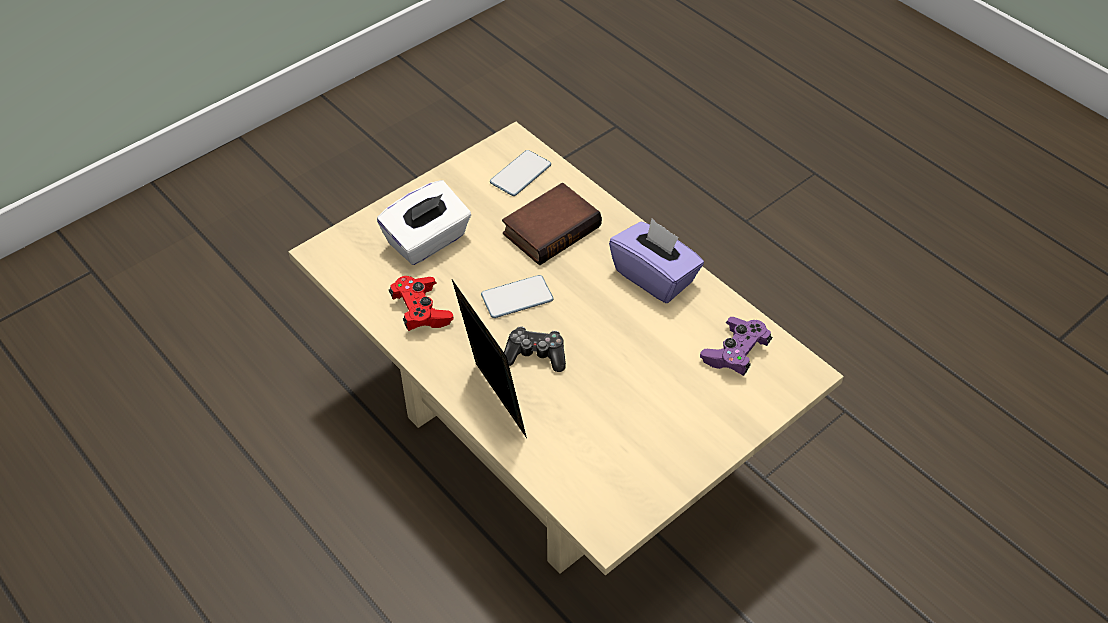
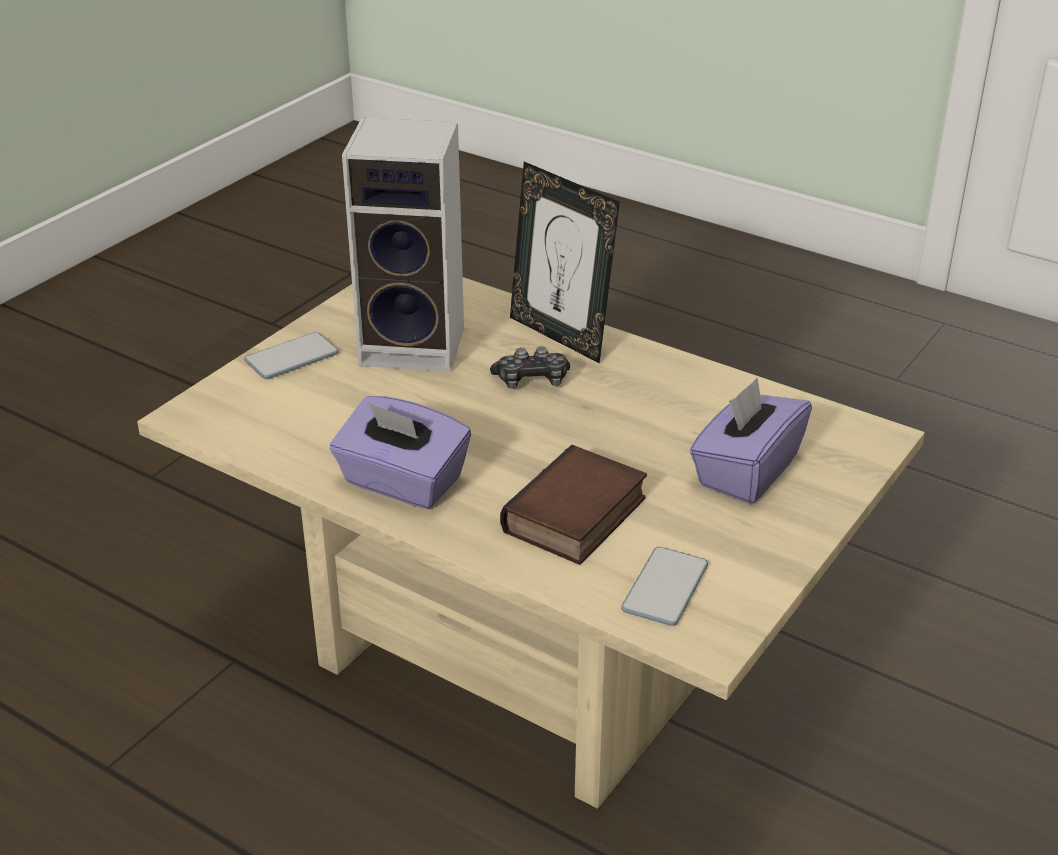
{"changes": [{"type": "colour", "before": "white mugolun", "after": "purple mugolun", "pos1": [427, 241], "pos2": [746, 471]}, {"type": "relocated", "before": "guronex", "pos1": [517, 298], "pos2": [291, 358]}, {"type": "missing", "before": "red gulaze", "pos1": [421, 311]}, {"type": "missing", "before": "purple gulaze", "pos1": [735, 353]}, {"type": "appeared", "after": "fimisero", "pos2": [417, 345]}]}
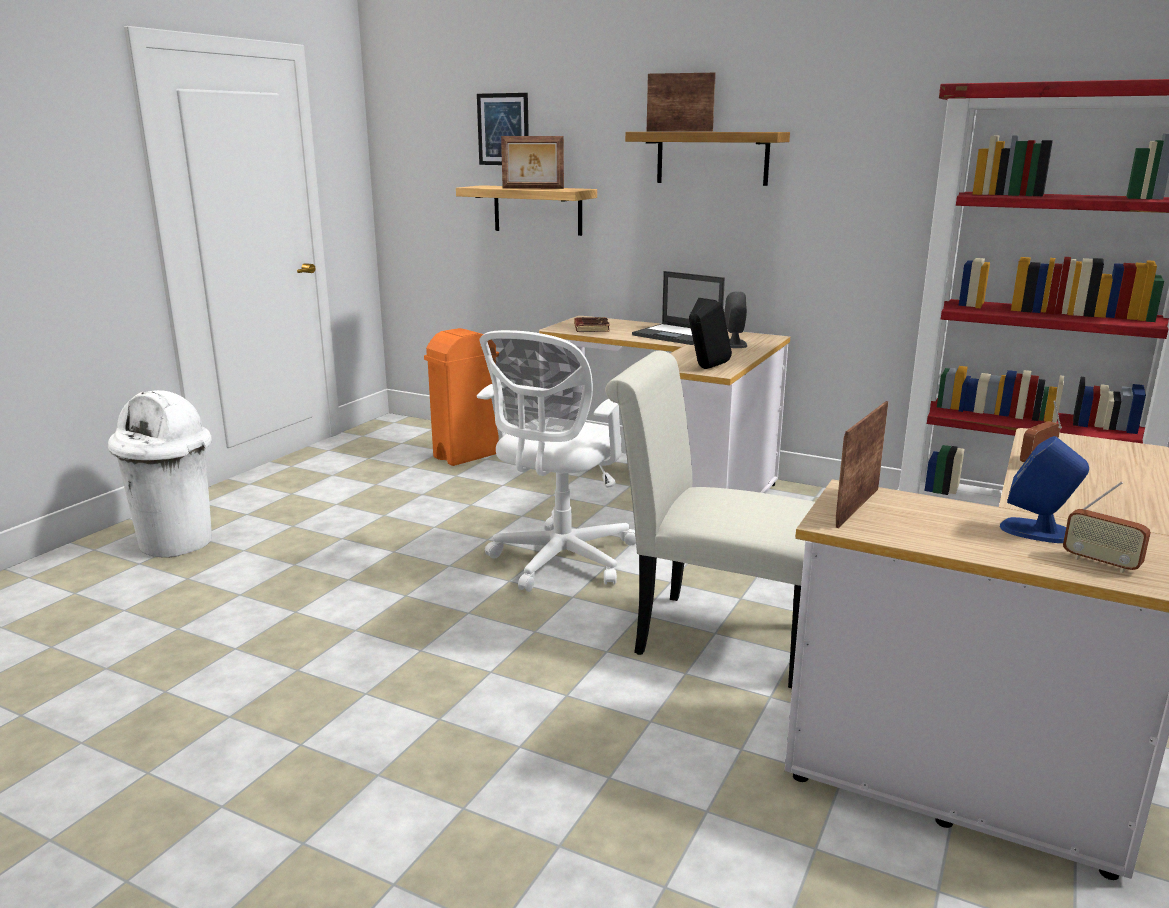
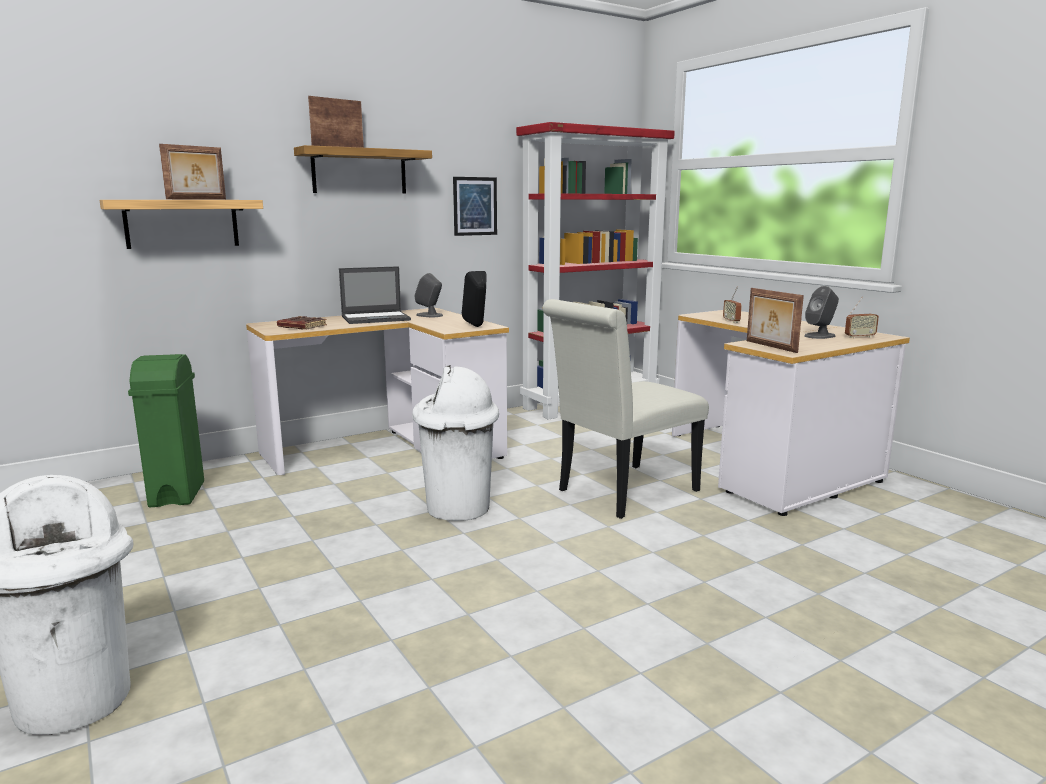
{"changes": [{"type": "relocated", "before": "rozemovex", "pos1": [503, 129], "pos2": [475, 206]}, {"type": "colour", "before": "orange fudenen", "after": "green fudenen", "pos1": [465, 456], "pos2": [176, 494]}, {"type": "exchanged", "before": "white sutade", "after": "white fudenen", "pos1": [559, 562], "pos2": [458, 509]}, {"type": "colour", "before": "blue fimisero", "after": "grey fimisero", "pos1": [1037, 531], "pos2": [820, 336]}]}
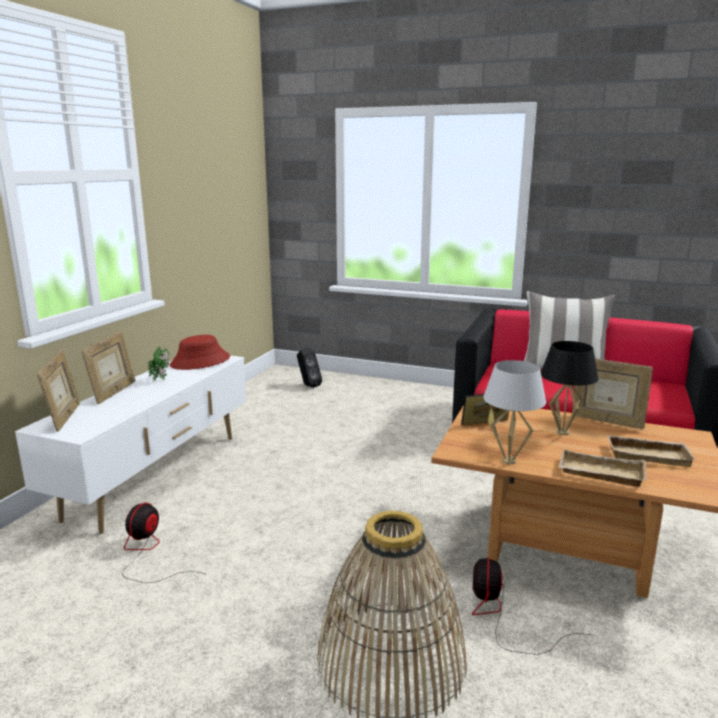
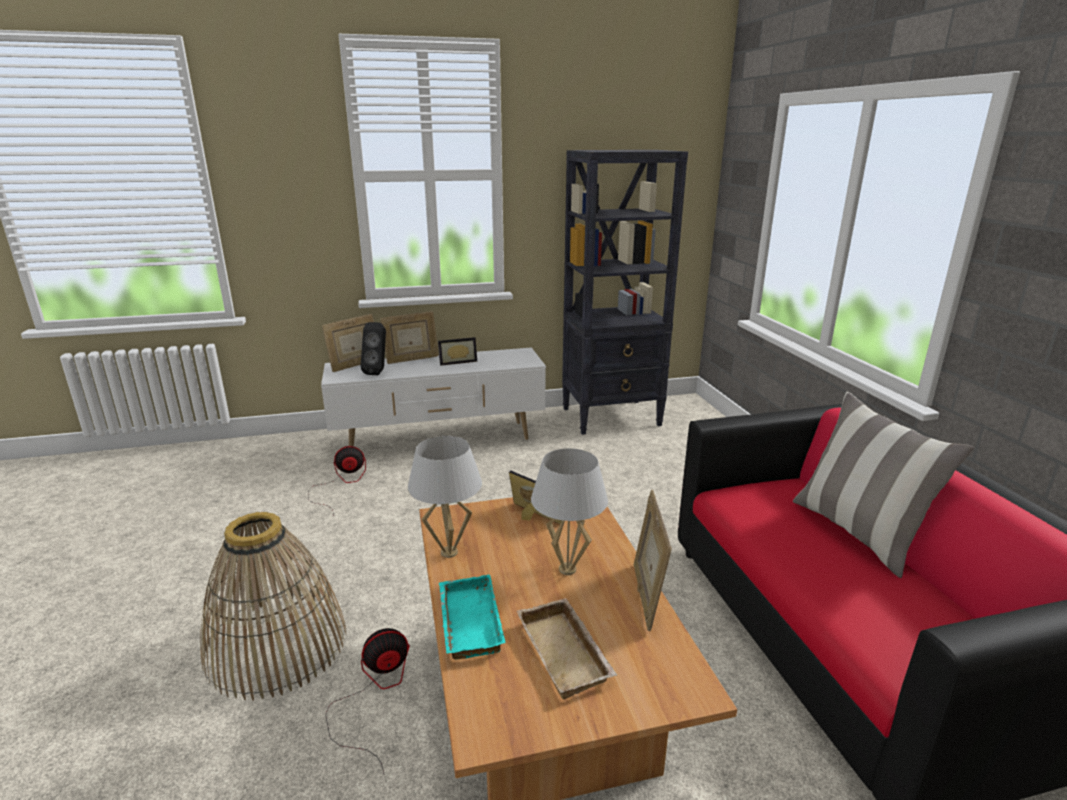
{"changes": [{"type": "missing", "before": "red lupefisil", "pos1": [200, 362]}, {"type": "colour", "before": "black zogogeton", "after": "white zogogeton", "pos1": [562, 432], "pos2": [567, 569]}, {"type": "exchanged", "before": "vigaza", "after": "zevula", "pos1": [163, 379], "pos2": [457, 361]}, {"type": "relocated", "before": "black fimisero", "pos1": [308, 385], "pos2": [378, 372]}, {"type": "colour", "before": "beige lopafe", "after": "turquoise lopafe", "pos1": [599, 474], "pos2": [467, 621]}, {"type": "appeared", "after": "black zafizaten", "pos2": [612, 417]}]}
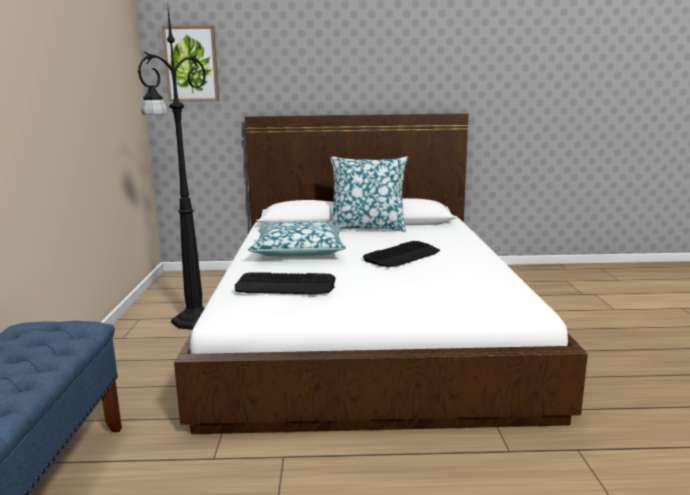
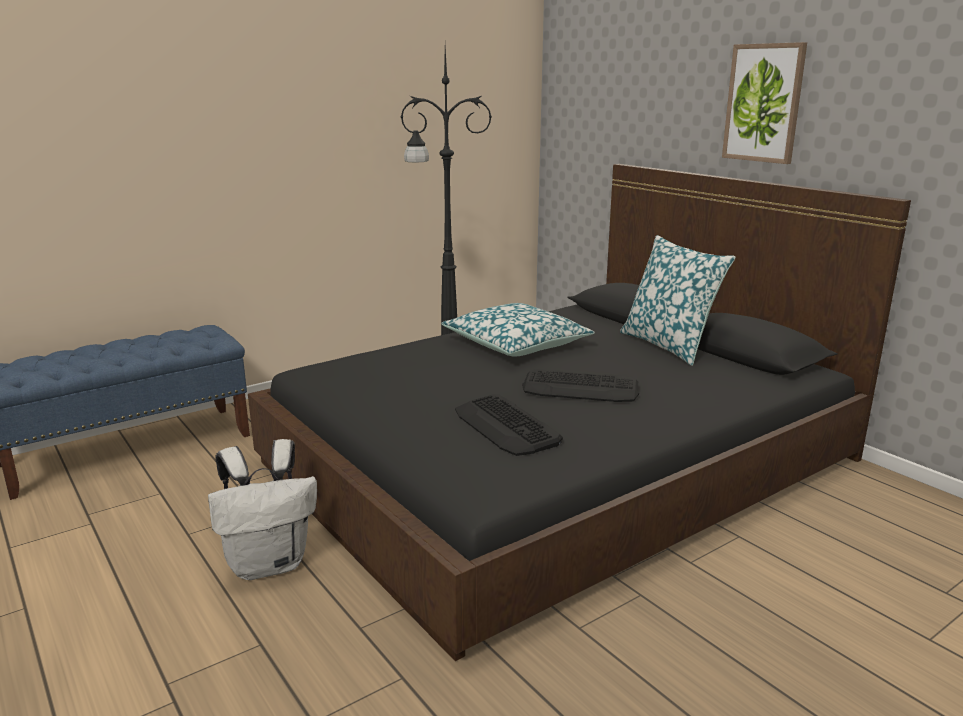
{"changes": [{"type": "relocated", "before": "rozemovex", "pos1": [191, 64], "pos2": [764, 103]}, {"type": "colour", "before": "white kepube", "after": "black kepube", "pos1": [366, 323], "pos2": [560, 460]}, {"type": "relocated", "before": "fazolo", "pos1": [285, 285], "pos2": [506, 426]}, {"type": "appeared", "after": "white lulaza", "pos2": [269, 563]}]}
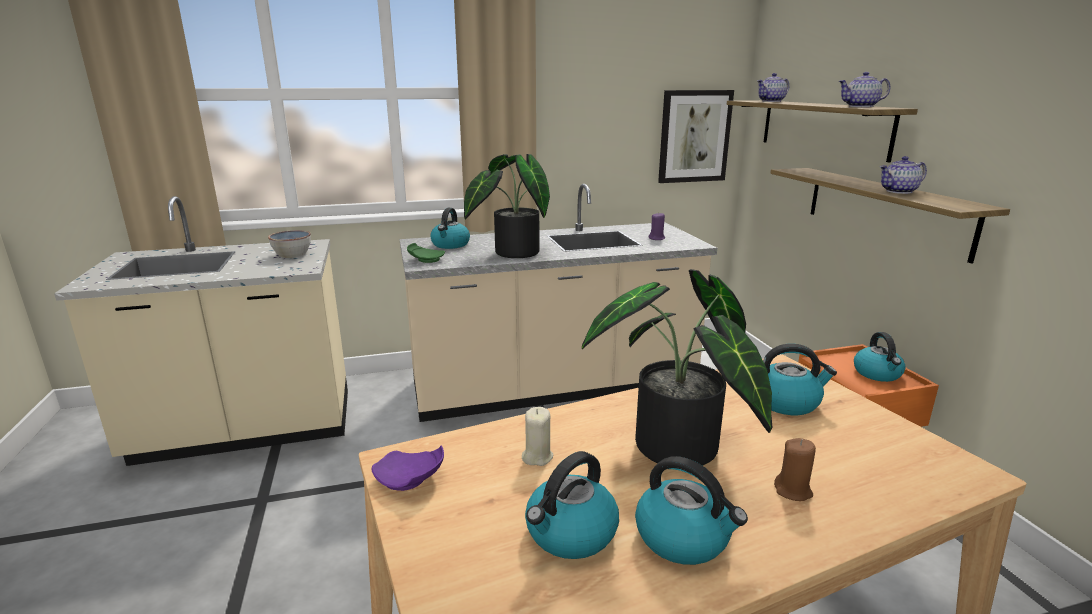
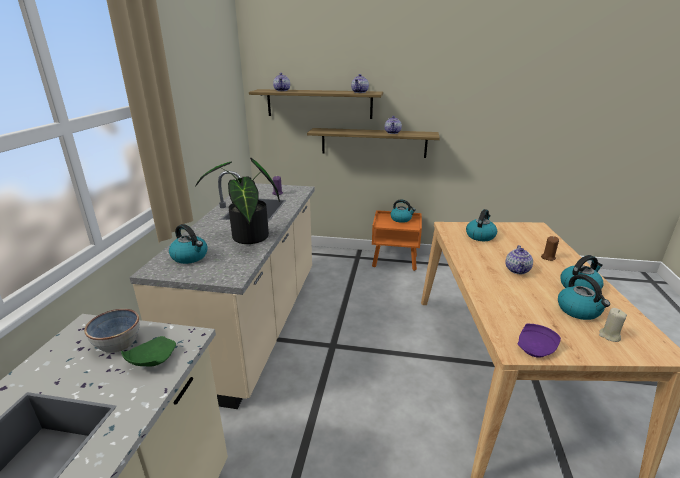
{"changes": [{"type": "missing", "before": "rozemovex", "pos1": [694, 136]}, {"type": "relocated", "before": "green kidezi", "pos1": [426, 260], "pos2": [151, 360]}, {"type": "exchanged", "before": "vigaza", "after": "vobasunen", "pos1": [677, 452], "pos2": [518, 270]}, {"type": "relocated", "before": "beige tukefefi", "pos1": [537, 456], "pos2": [609, 336]}]}
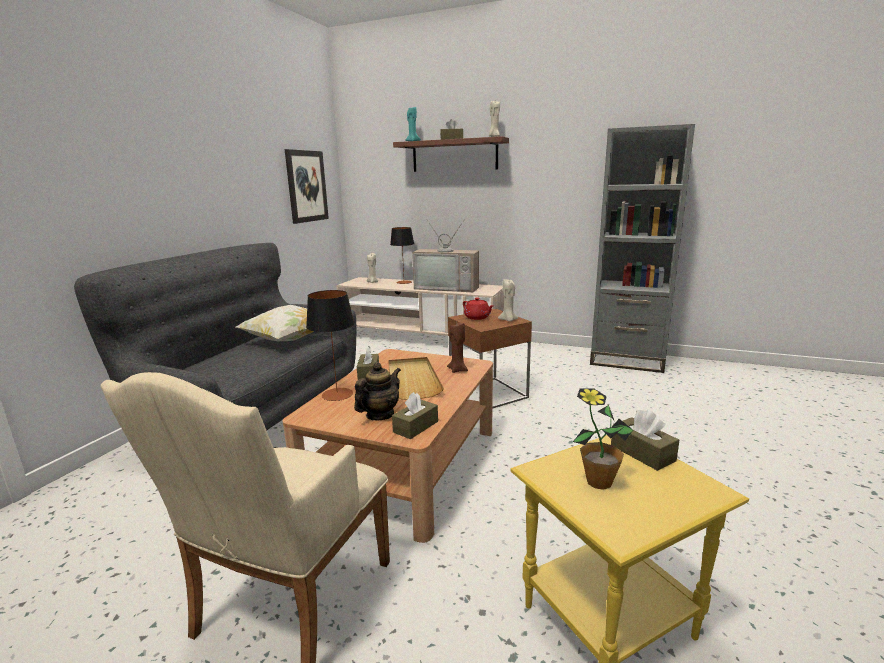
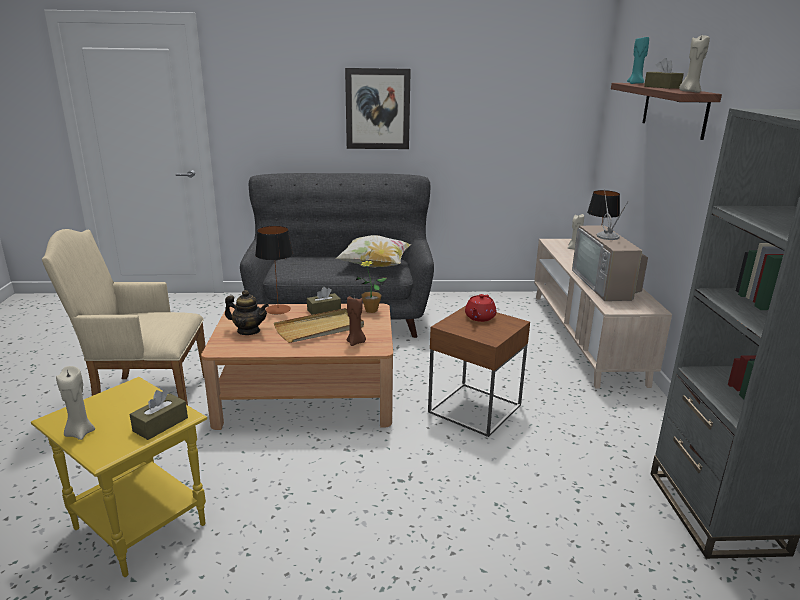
{"changes": [{"type": "relocated", "before": "rozemovex", "pos1": [306, 186], "pos2": [377, 109]}, {"type": "relocated", "before": "beige tukefefi", "pos1": [508, 320], "pos2": [80, 433]}, {"type": "relocated", "before": "vigaza", "pos1": [598, 482], "pos2": [371, 310]}, {"type": "missing", "before": "brown mugolun", "pos1": [415, 427]}]}
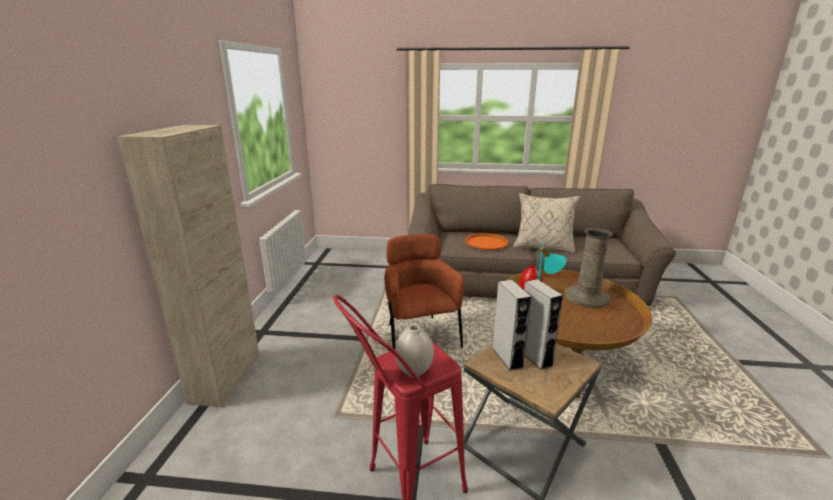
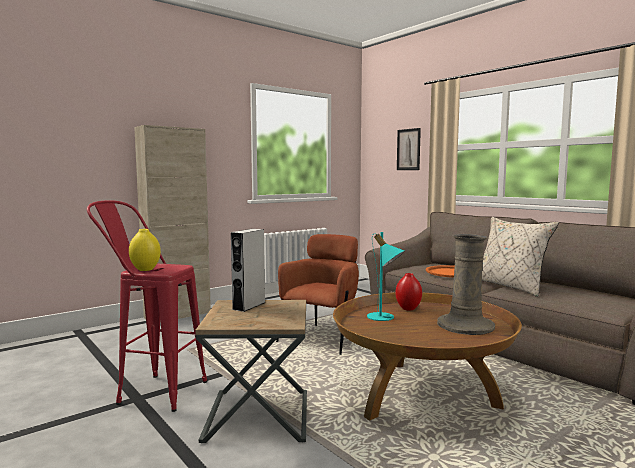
{"changes": [{"type": "missing", "before": "grey fimisero", "pos1": [534, 357]}, {"type": "colour", "before": "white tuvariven", "after": "yellow tuvariven", "pos1": [414, 372], "pos2": [145, 269]}, {"type": "appeared", "after": "rozemovex", "pos2": [408, 149]}]}
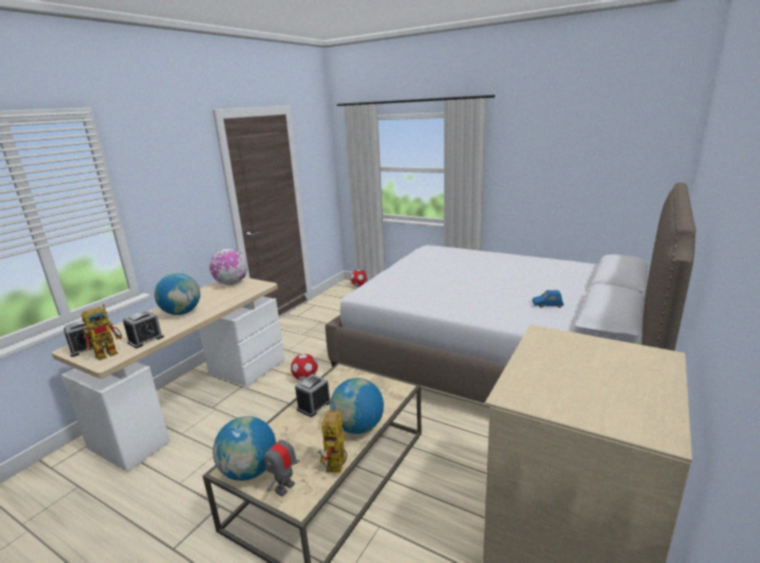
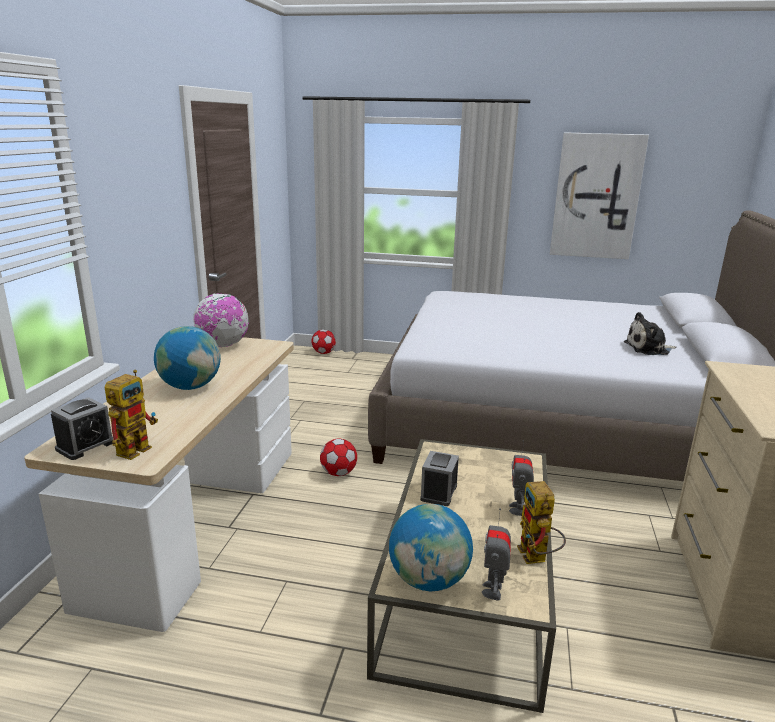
{"changes": [{"type": "exchanged", "before": "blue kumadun", "after": "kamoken", "pos1": [547, 305], "pos2": [649, 348]}, {"type": "missing", "before": "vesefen", "pos1": [146, 340]}, {"type": "exchanged", "before": "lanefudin", "after": "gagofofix", "pos1": [358, 427], "pos2": [518, 509]}, {"type": "appeared", "after": "rozemovex", "pos2": [596, 196]}]}
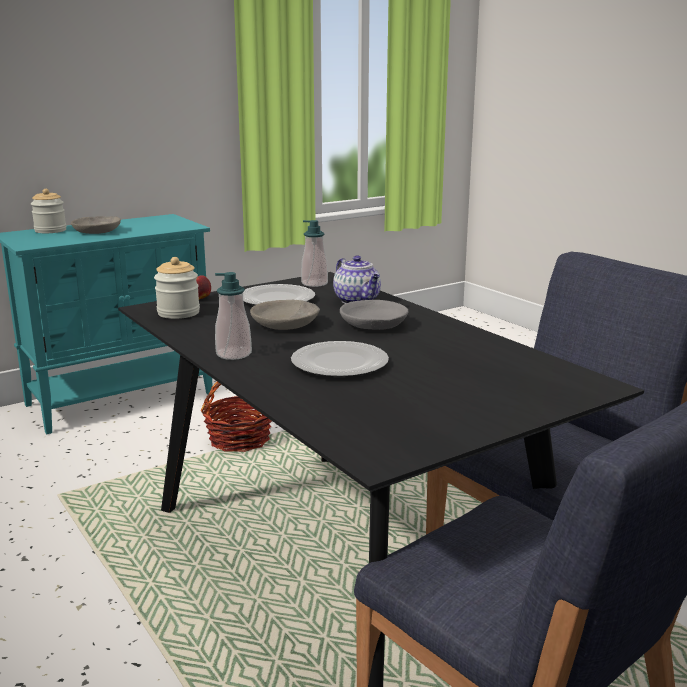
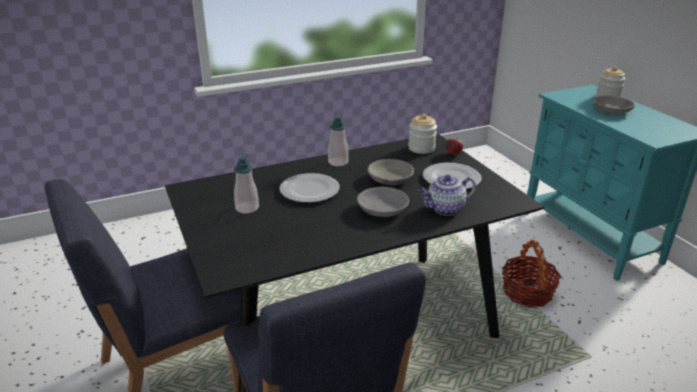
{"changes": [{"type": "relocated", "before": "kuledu", "pos1": [314, 283], "pos2": [247, 208]}]}
